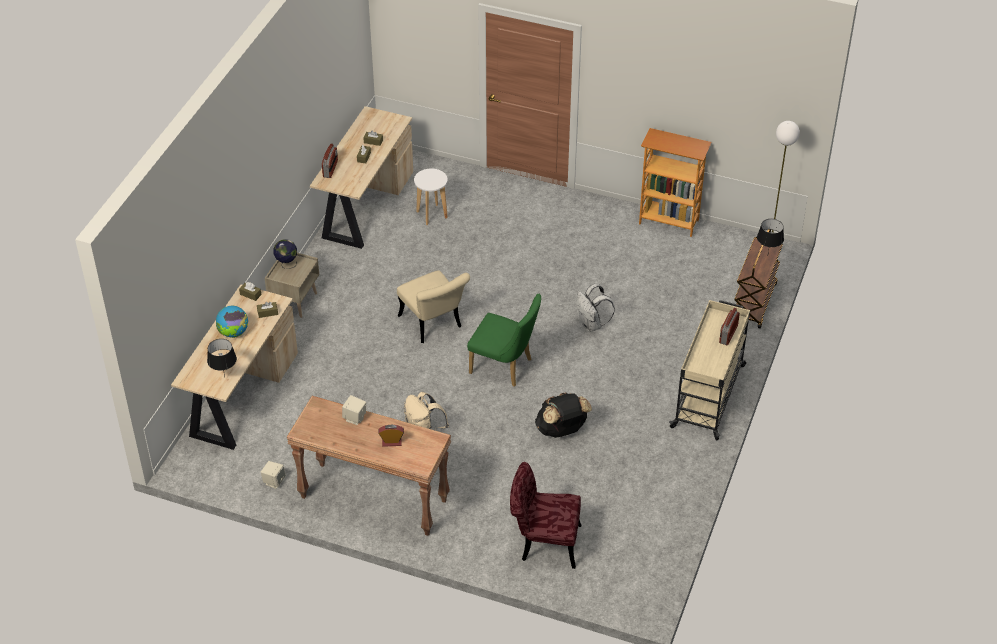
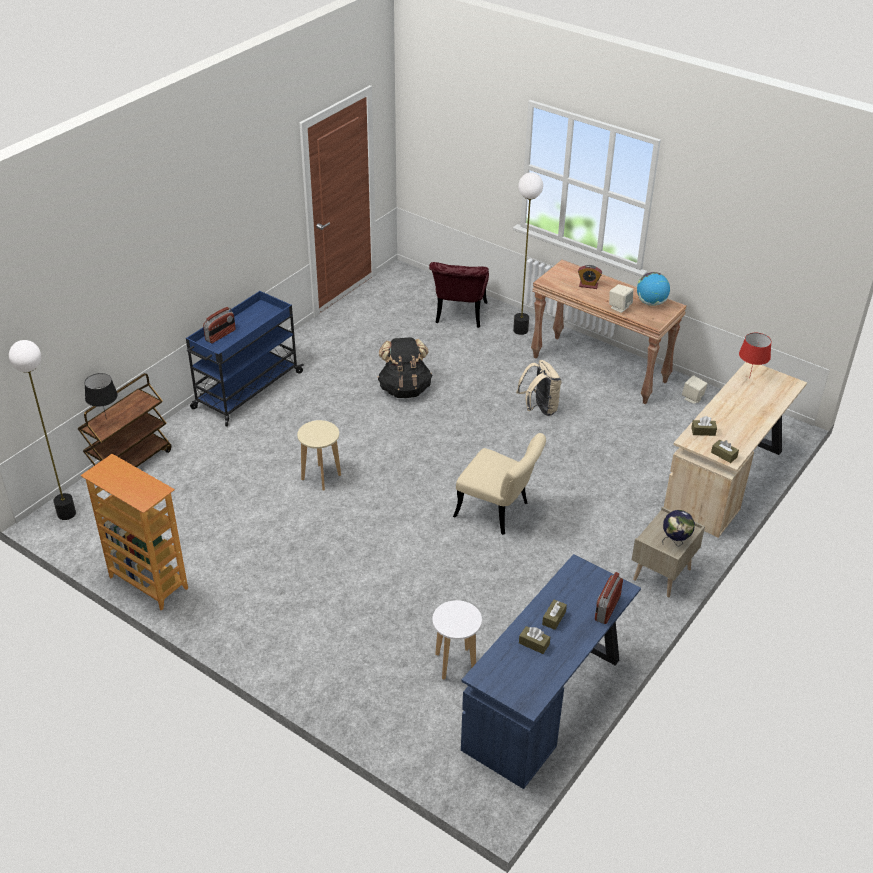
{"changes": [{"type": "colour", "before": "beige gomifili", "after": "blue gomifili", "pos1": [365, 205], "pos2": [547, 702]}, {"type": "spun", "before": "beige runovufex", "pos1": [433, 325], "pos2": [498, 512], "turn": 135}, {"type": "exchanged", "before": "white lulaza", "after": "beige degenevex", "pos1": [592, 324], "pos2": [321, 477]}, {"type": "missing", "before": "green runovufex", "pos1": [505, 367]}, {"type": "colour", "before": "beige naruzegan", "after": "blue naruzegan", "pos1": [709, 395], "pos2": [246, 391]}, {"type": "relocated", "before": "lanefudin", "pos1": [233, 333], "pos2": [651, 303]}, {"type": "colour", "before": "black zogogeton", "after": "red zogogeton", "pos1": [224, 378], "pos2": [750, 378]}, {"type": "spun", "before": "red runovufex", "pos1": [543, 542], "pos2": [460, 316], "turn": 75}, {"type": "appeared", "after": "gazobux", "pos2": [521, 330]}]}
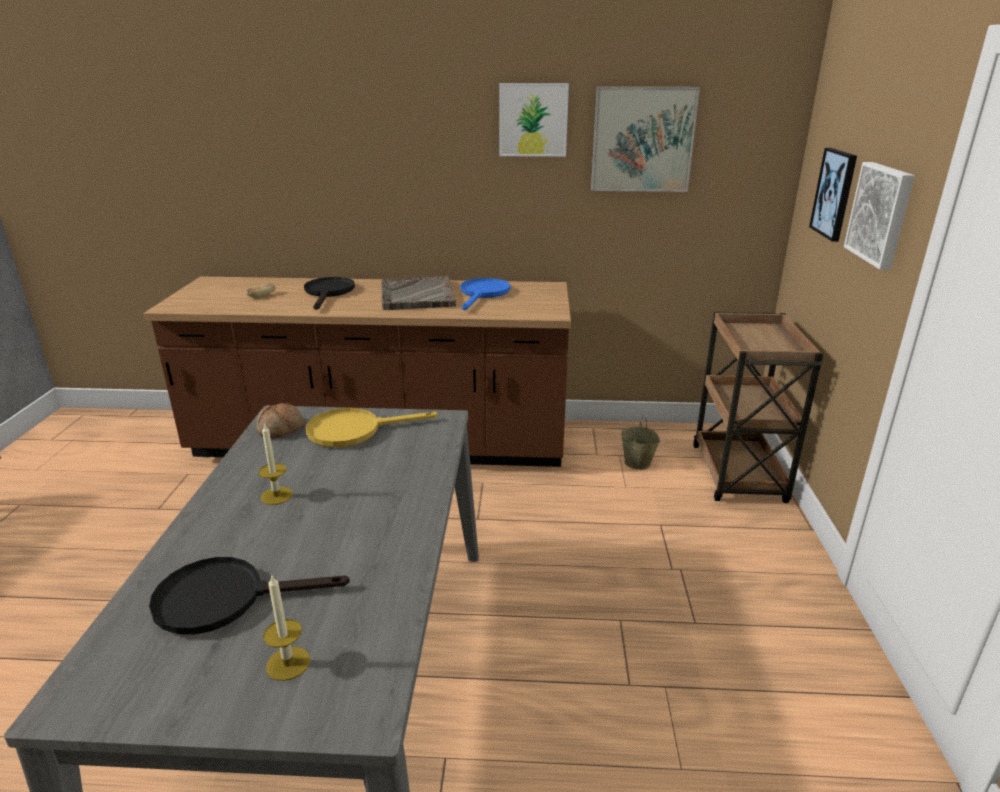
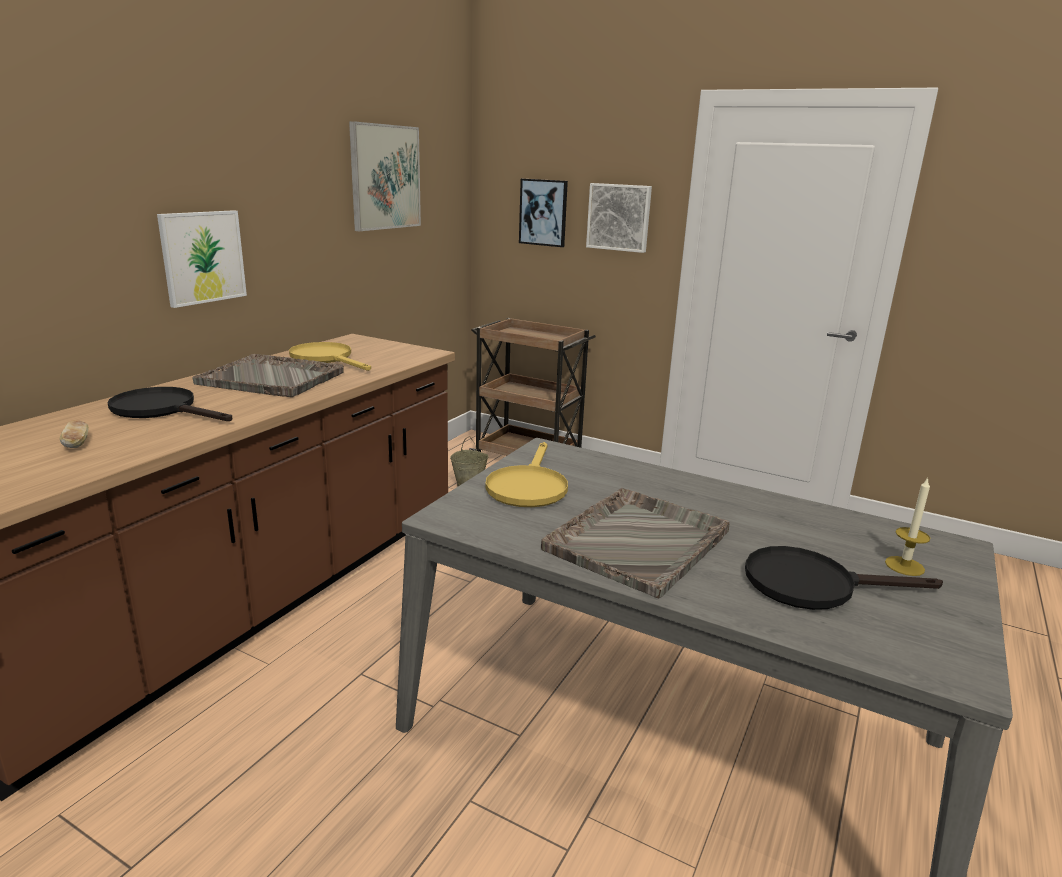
{"changes": [{"type": "relocated", "before": "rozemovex", "pos1": [533, 120], "pos2": [203, 257]}, {"type": "colour", "before": "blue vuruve", "after": "yellow vuruve", "pos1": [483, 294], "pos2": [326, 359]}, {"type": "missing", "before": "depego", "pos1": [281, 429]}, {"type": "exchanged", "before": "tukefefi", "after": "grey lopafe", "pos1": [276, 496], "pos2": [638, 540]}, {"type": "spun", "before": "black vuruve", "pos1": [225, 598], "pos2": [813, 584], "turn": 75}]}
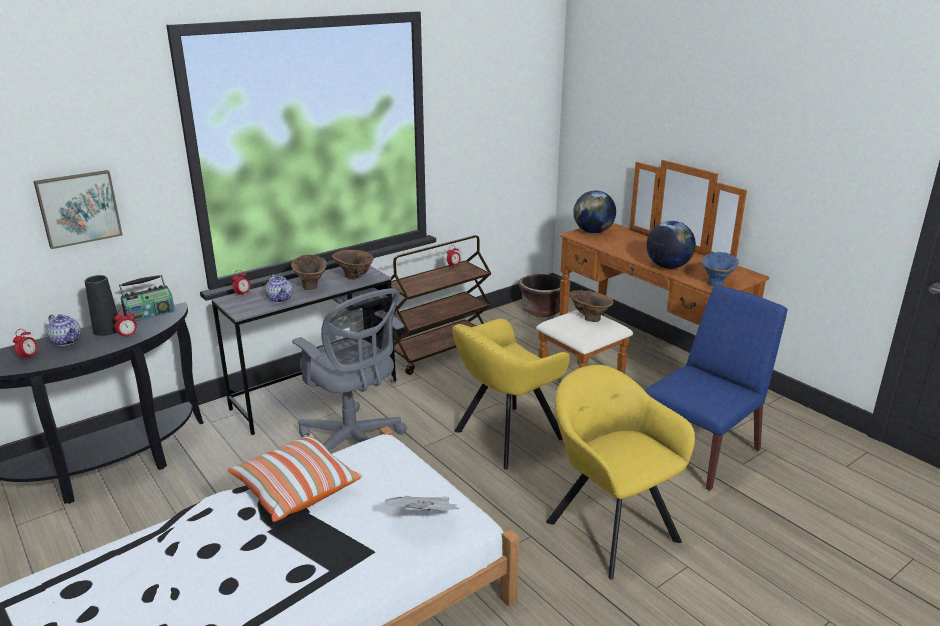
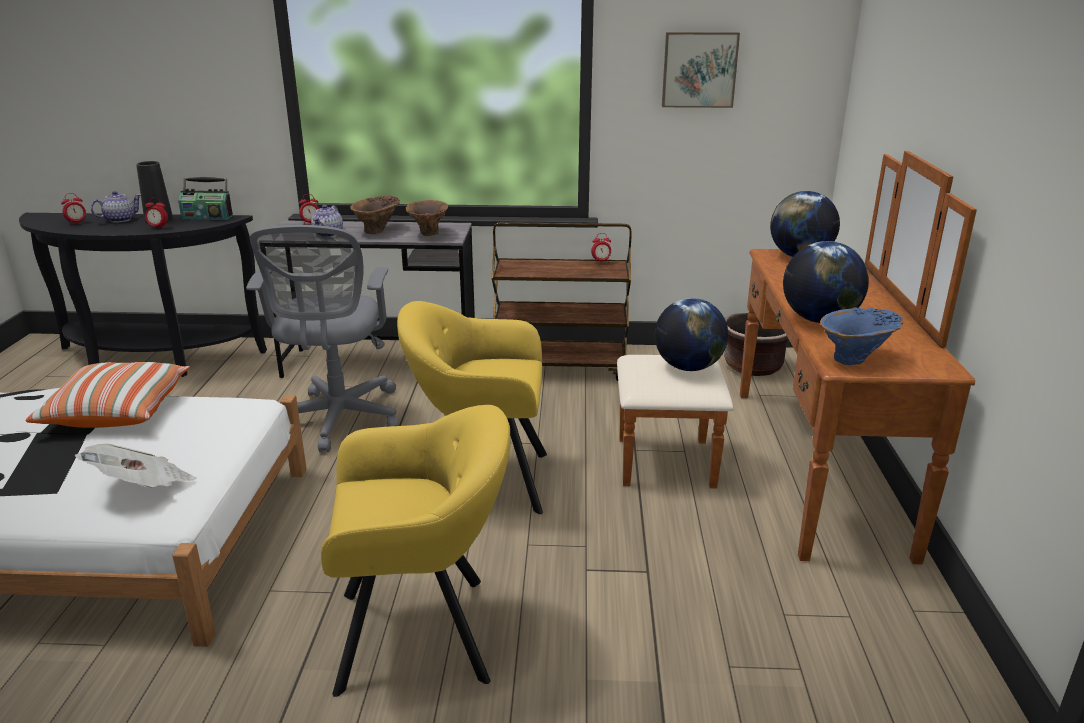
{"changes": [{"type": "relocated", "before": "rozemovex", "pos1": [78, 208], "pos2": [699, 69]}, {"type": "missing", "before": "blue runovufex", "pos1": [701, 452]}, {"type": "exchanged", "before": "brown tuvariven", "after": "lanefudin", "pos1": [589, 317], "pos2": [688, 367]}, {"type": "spun", "before": "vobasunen", "pos1": [67, 341], "pos2": [120, 219], "turn": -120}, {"type": "spun", "before": "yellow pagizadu", "pos1": [609, 526], "pos2": [423, 634], "turn": 75}]}
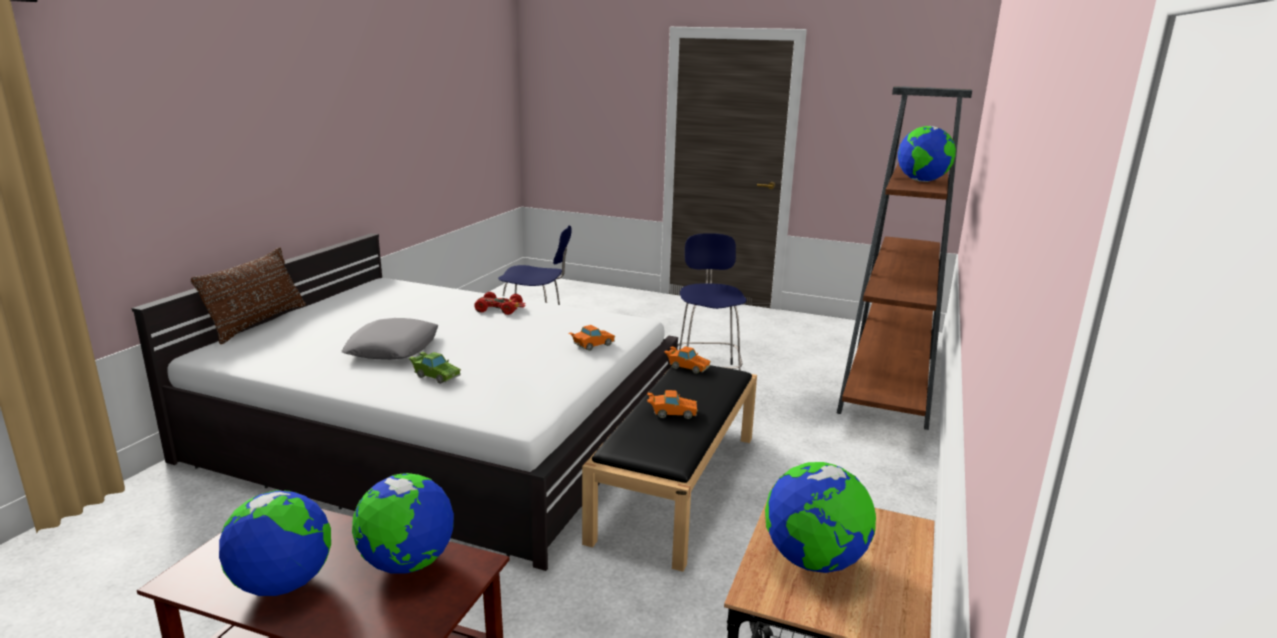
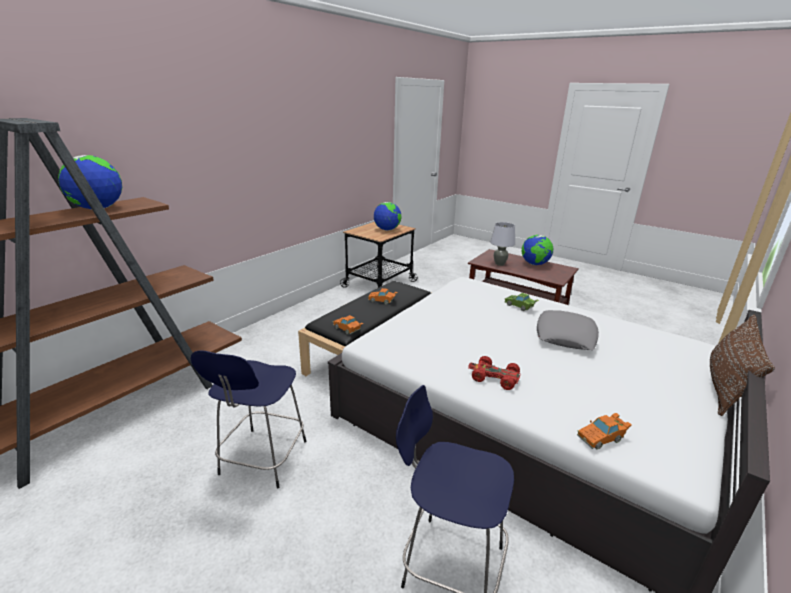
{"changes": [{"type": "relocated", "before": "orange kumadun", "pos1": [591, 345], "pos2": [601, 438]}, {"type": "exchanged", "before": "lanefudin", "after": "grey zogogeton", "pos1": [407, 563], "pos2": [499, 264]}]}
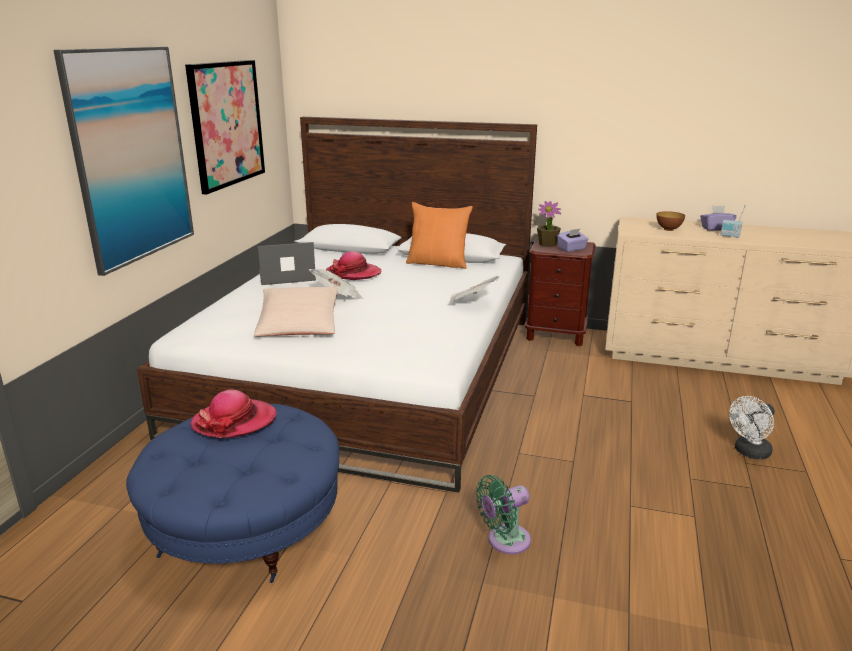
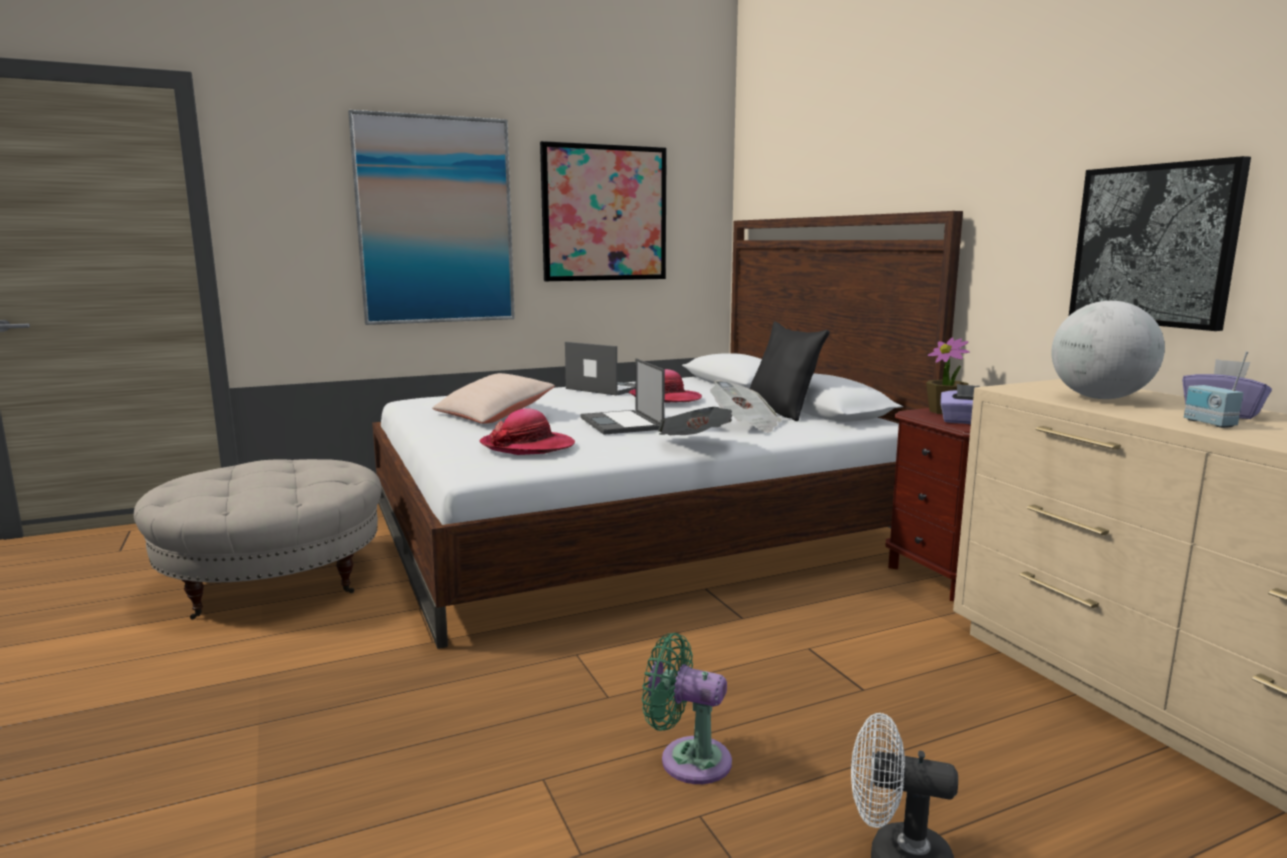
{"changes": [{"type": "colour", "before": "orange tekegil", "after": "black tekegil", "pos1": [438, 263], "pos2": [782, 411]}, {"type": "exchanged", "before": "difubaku", "after": "lanefudin", "pos1": [668, 229], "pos2": [1099, 398]}, {"type": "relocated", "before": "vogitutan", "pos1": [338, 297], "pos2": [745, 425]}, {"type": "relocated", "before": "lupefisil", "pos1": [234, 421], "pos2": [528, 446]}, {"type": "colour", "before": "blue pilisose", "after": "beige pilisose", "pos1": [246, 527], "pos2": [274, 579]}, {"type": "relocated", "before": "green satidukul", "pos1": [504, 541], "pos2": [688, 759]}, {"type": "appeared", "after": "rozemovex", "pos2": [1154, 245]}, {"type": "appeared", "after": "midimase", "pos2": [622, 423]}]}
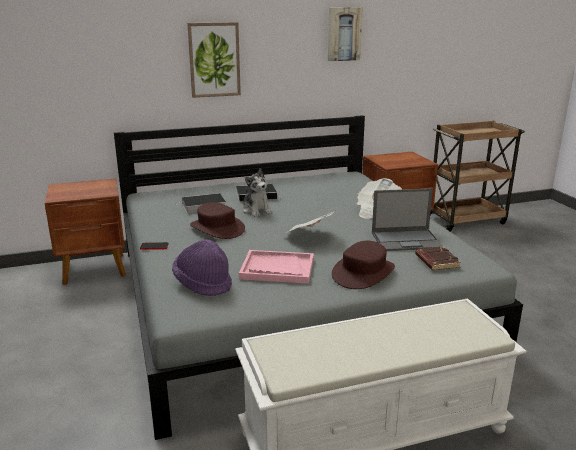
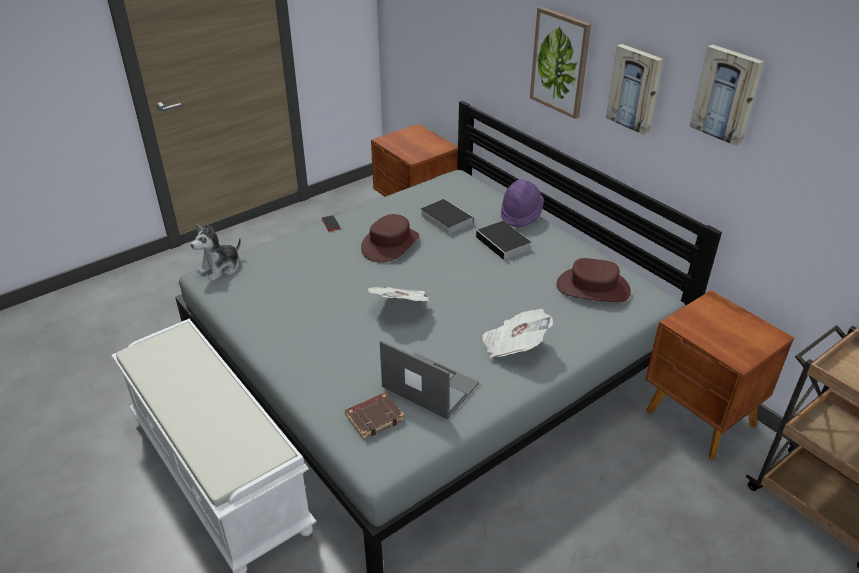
{"changes": [{"type": "relocated", "before": "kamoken", "pos1": [256, 210], "pos2": [220, 268]}, {"type": "spun", "before": "midimase", "pos1": [407, 240], "pos2": [429, 385], "turn": 150}, {"type": "relocated", "before": "purple lupefisil", "pos1": [203, 284], "pos2": [521, 214]}, {"type": "relocated", "before": "brown lupefisil", "pos1": [363, 273], "pos2": [593, 288]}, {"type": "missing", "before": "pink lopafe", "pos1": [277, 269]}, {"type": "appeared", "after": "rozemovex", "pos2": [635, 89]}]}
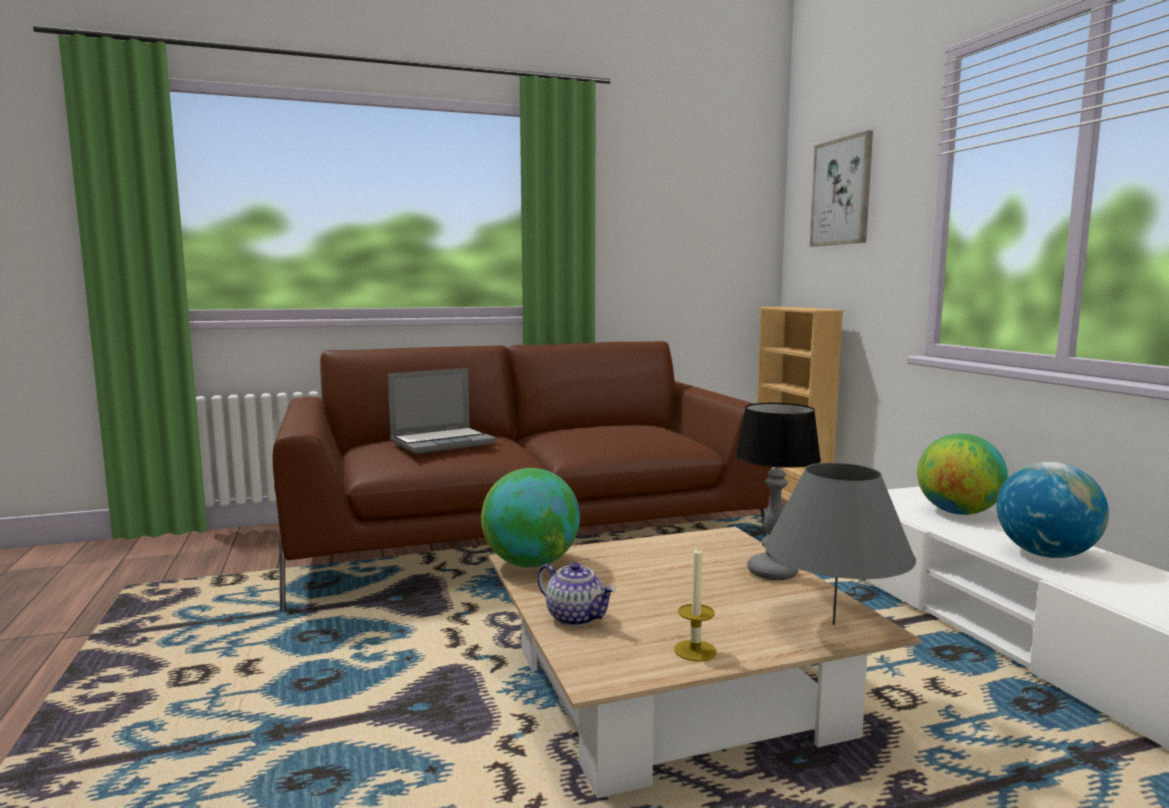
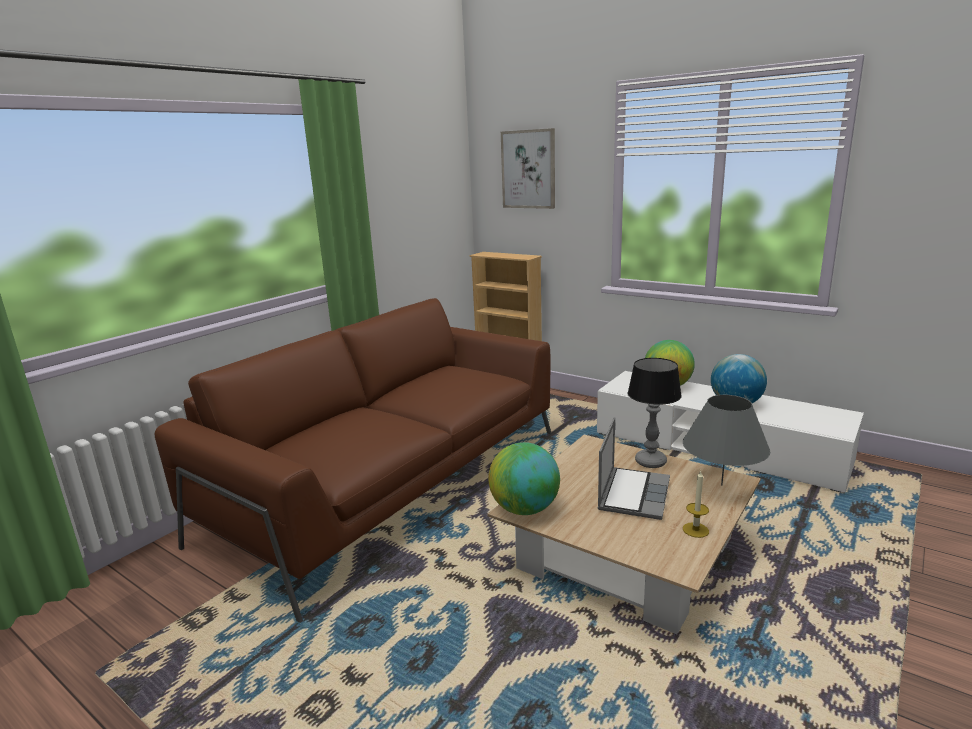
{"changes": [{"type": "relocated", "before": "midimase", "pos1": [443, 442], "pos2": [633, 494]}, {"type": "missing", "before": "vobasunen", "pos1": [576, 617]}]}
